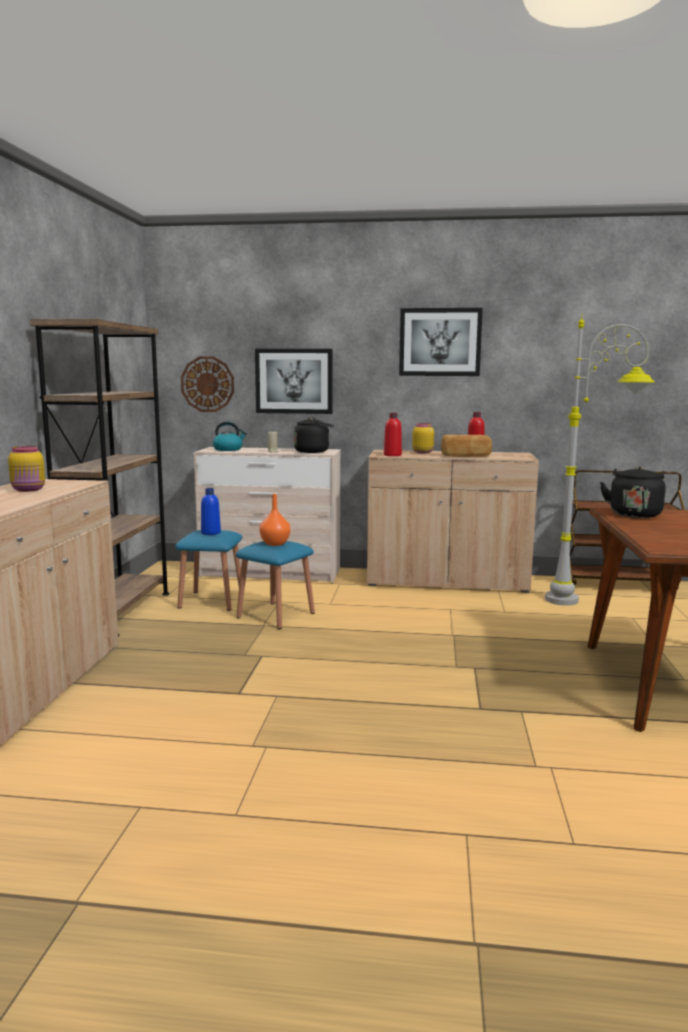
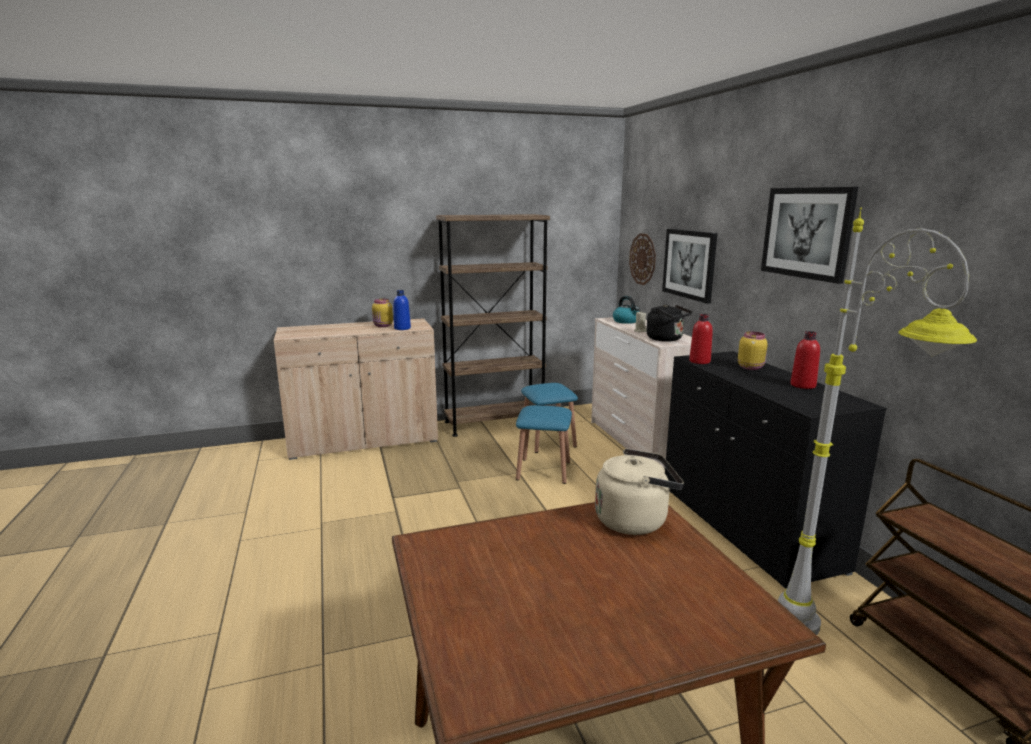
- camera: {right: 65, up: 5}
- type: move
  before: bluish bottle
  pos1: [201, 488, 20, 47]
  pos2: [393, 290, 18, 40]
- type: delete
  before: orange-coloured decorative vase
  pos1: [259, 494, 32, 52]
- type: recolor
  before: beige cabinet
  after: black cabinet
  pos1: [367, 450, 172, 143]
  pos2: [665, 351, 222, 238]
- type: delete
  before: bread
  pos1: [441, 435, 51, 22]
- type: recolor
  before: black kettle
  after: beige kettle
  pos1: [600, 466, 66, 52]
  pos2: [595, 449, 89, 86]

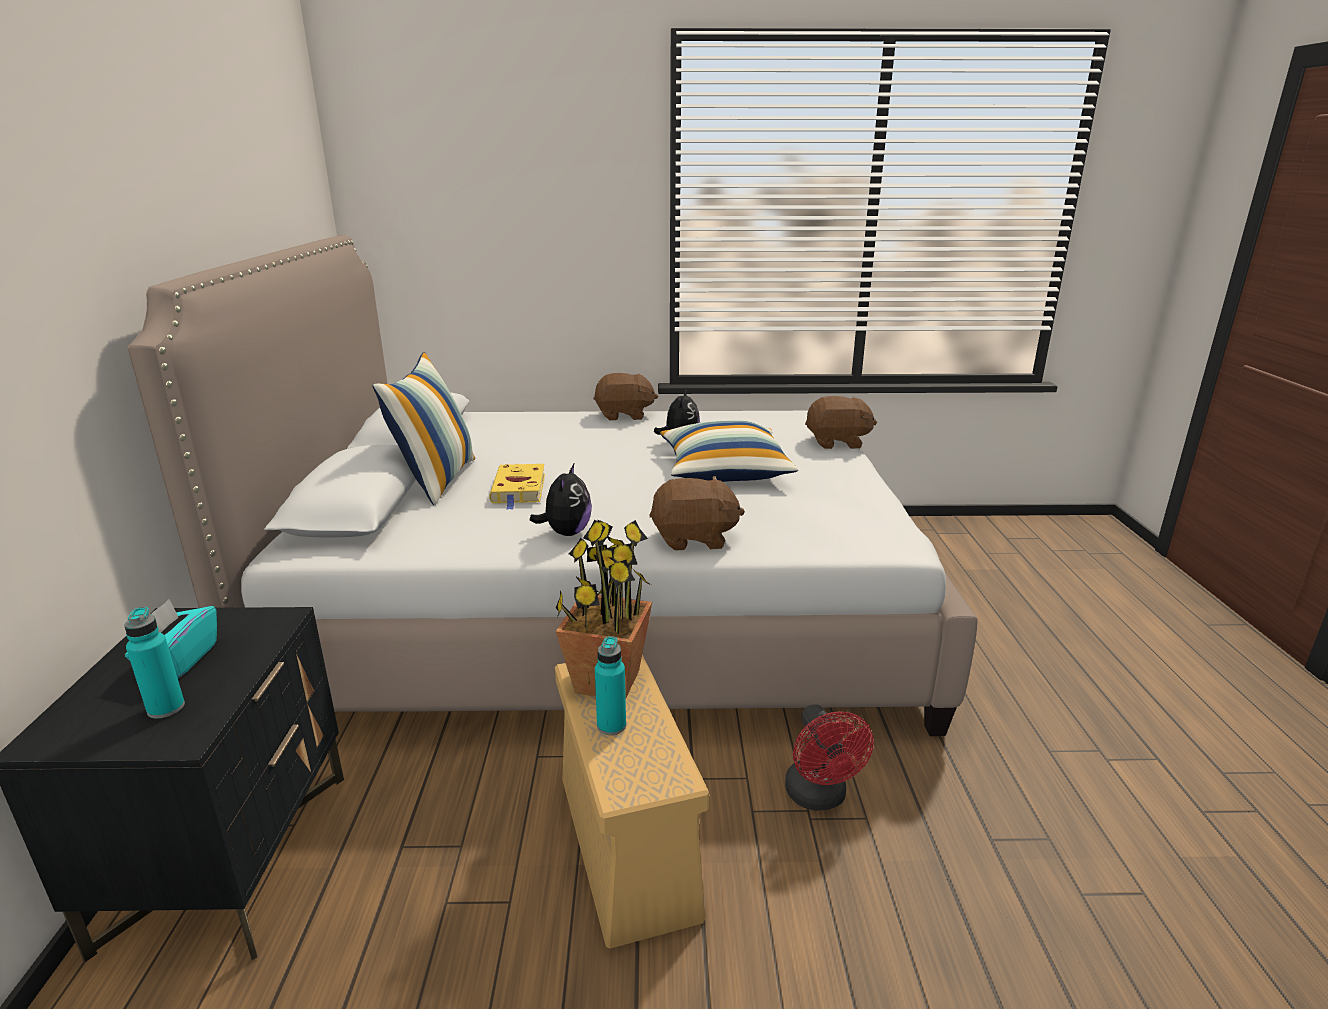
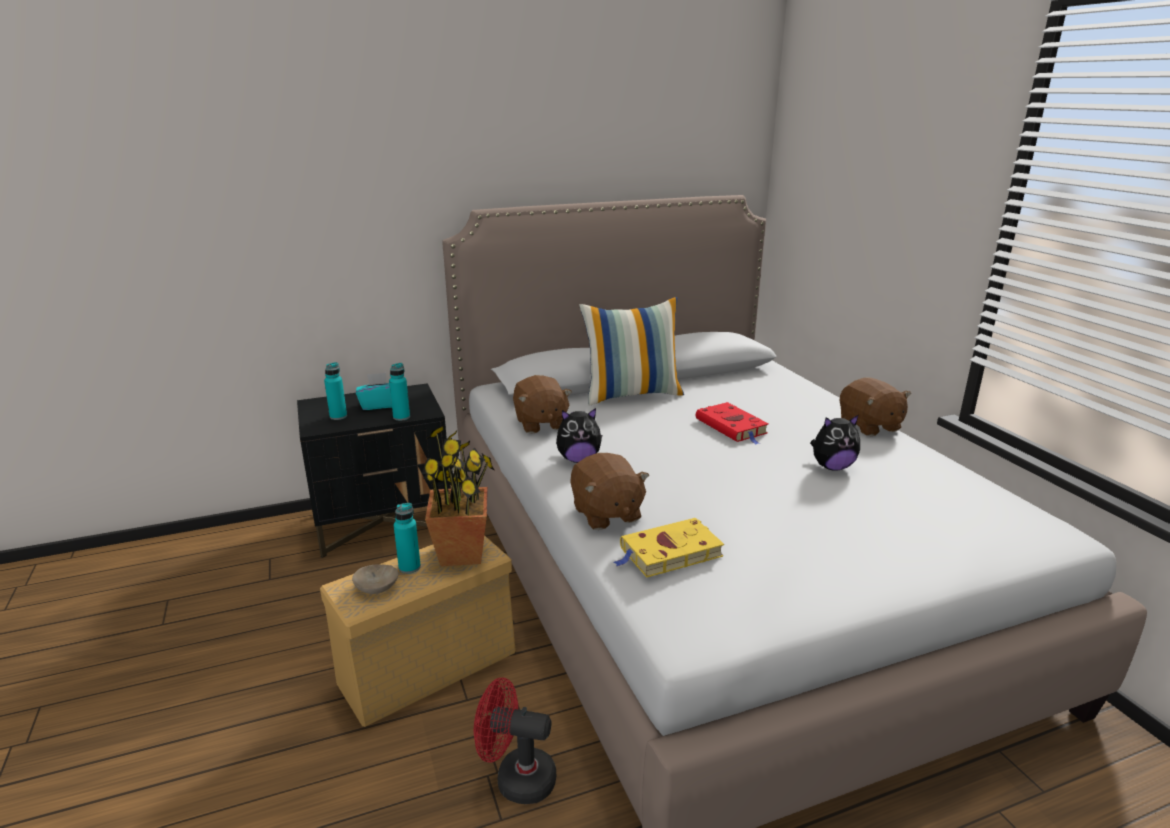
- camera: {right: 70, up: 0}
- type: move
  before: yellow bound book
  pos1: [489, 464, 56, 46]
  pos2: [613, 518, 111, 60]
- type: delete
  before: throw pillow
  pos1: [660, 420, 138, 62]
- type: rotate
  before: red fan
  pos1: [785, 704, 89, 107]
  pos2: [474, 678, 83, 126]
  turn: 45
- type: move
  before: brown-coloured plush toy
  pos1: [805, 396, 72, 53]
  pos2: [513, 375, 59, 59]
- type: insert
  after: beige bowl
  pos2: [352, 564, 46, 30]
- type: insert
  after: blue-green bottle
  pos2: [389, 363, 21, 58]
- type: insert
  after: red bound book
  pos2: [696, 402, 73, 43]

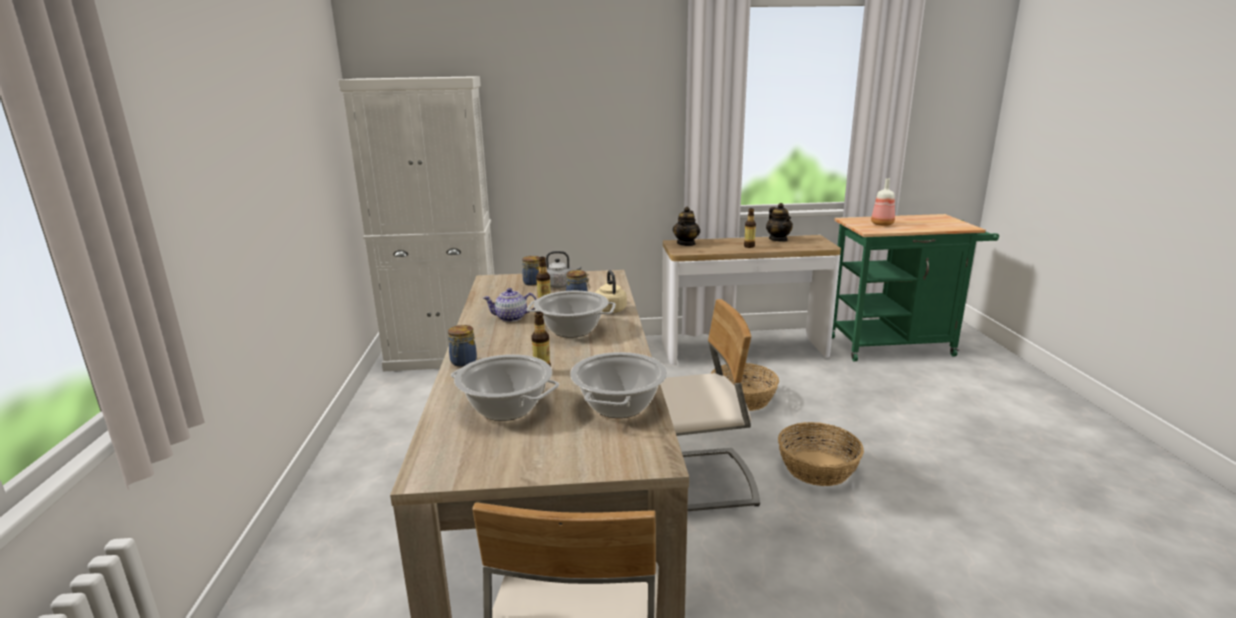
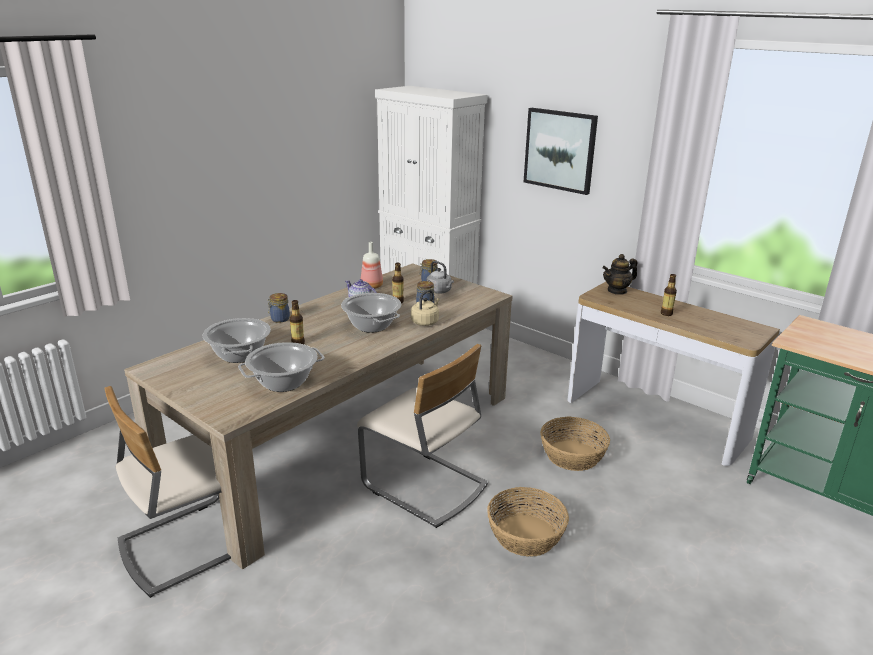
- camera: {right: 45, up: 5}
- type: delete
  before: pot for tea
  pos1: [766, 203, 27, 39]
- type: move
  before: bottle
  pos1: [871, 178, 24, 48]
  pos2: [361, 242, 22, 47]
- type: insert
  after: picture
  pos2: [524, 108, 74, 87]

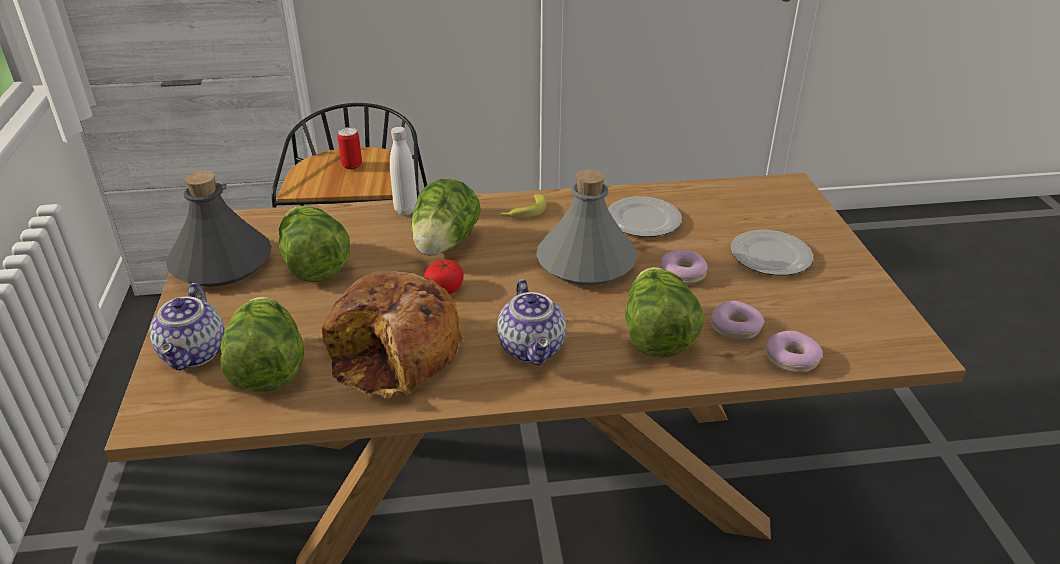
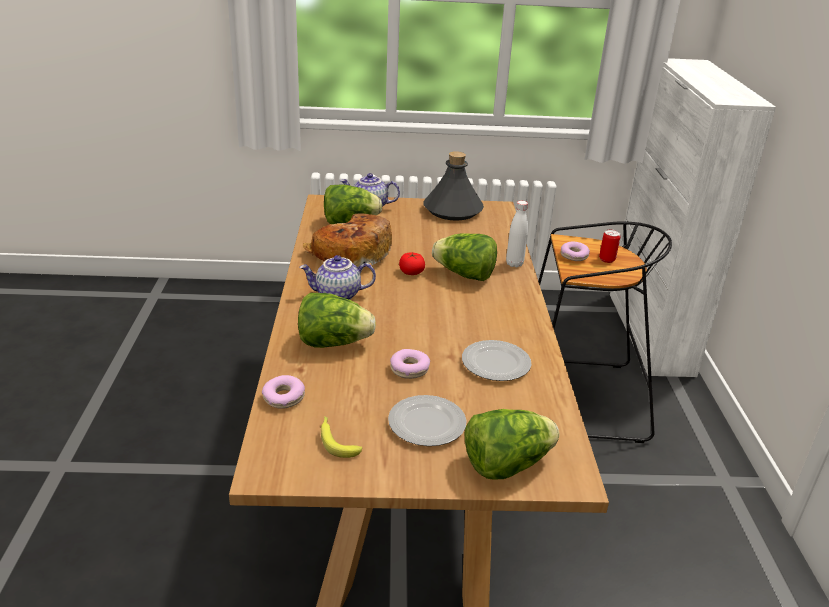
- camera: {right: 95, up: -5}
- type: move
  before: lettuce head
  pos1: [279, 206, 71, 76]
  pos2: [465, 409, 94, 70]
- type: move
  before: banana fruit
  pos1: [499, 194, 47, 24]
  pos2: [321, 416, 41, 42]
- type: delete
  before: greyish bottle
  pos1: [536, 169, 101, 116]
- type: move
  before: doughnut
  pos1: [711, 301, 53, 39]
  pos2: [560, 241, 30, 20]

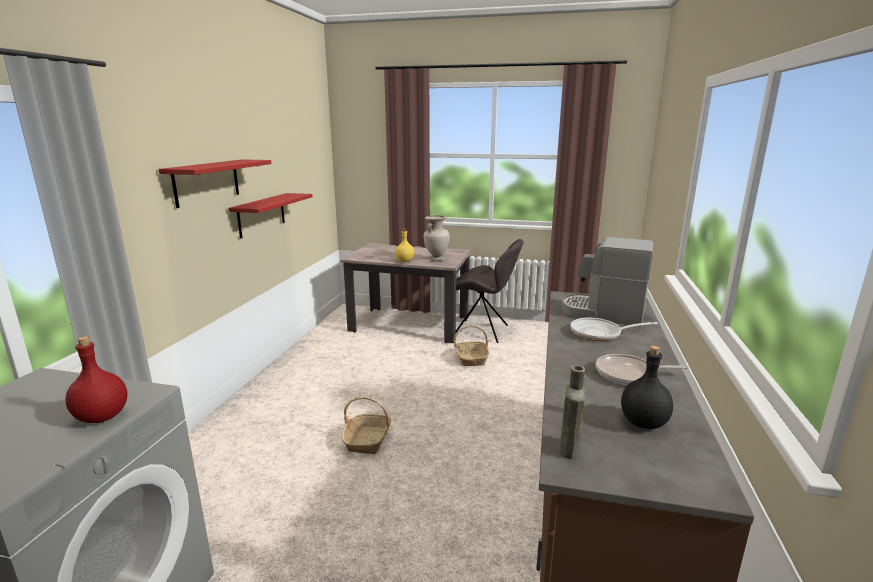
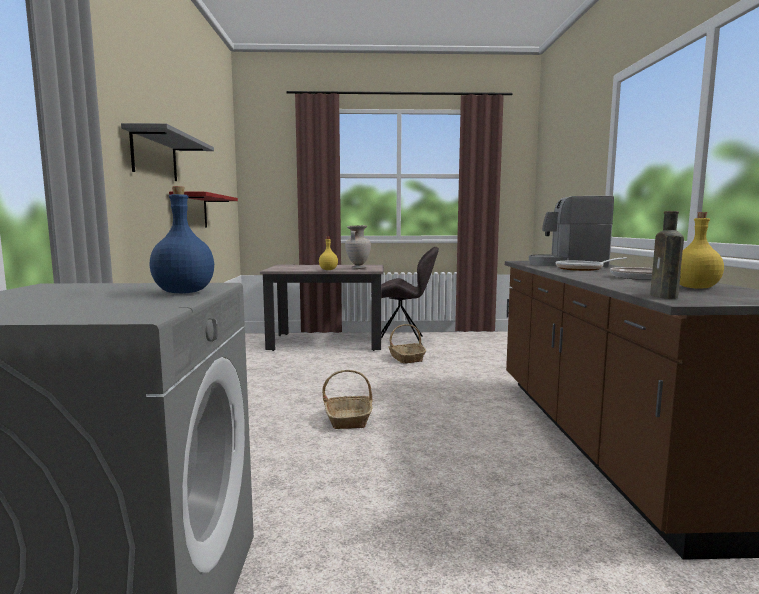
- camera: {right: -15, up: -10}
- type: recolor
  before: red bottle
  after: bluish bottle
  pos1: [66, 336, 61, 87]
  pos2: [149, 186, 65, 107]
- type: recolor
  before: red wall shelf
  after: greyish wall shelf
  pos1: [158, 159, 114, 49]
  pos2: [121, 123, 93, 58]
- type: recolor
  before: black bottle
  after: yellow bottle
  pos1: [621, 346, 52, 83]
  pos2: [680, 212, 44, 77]

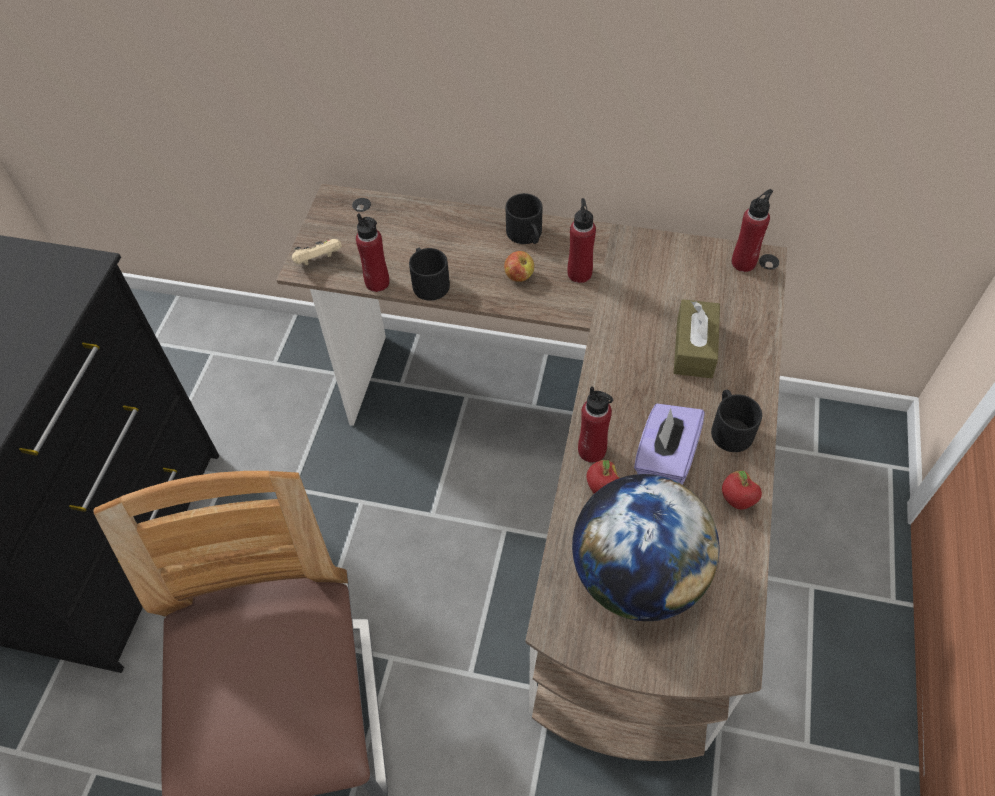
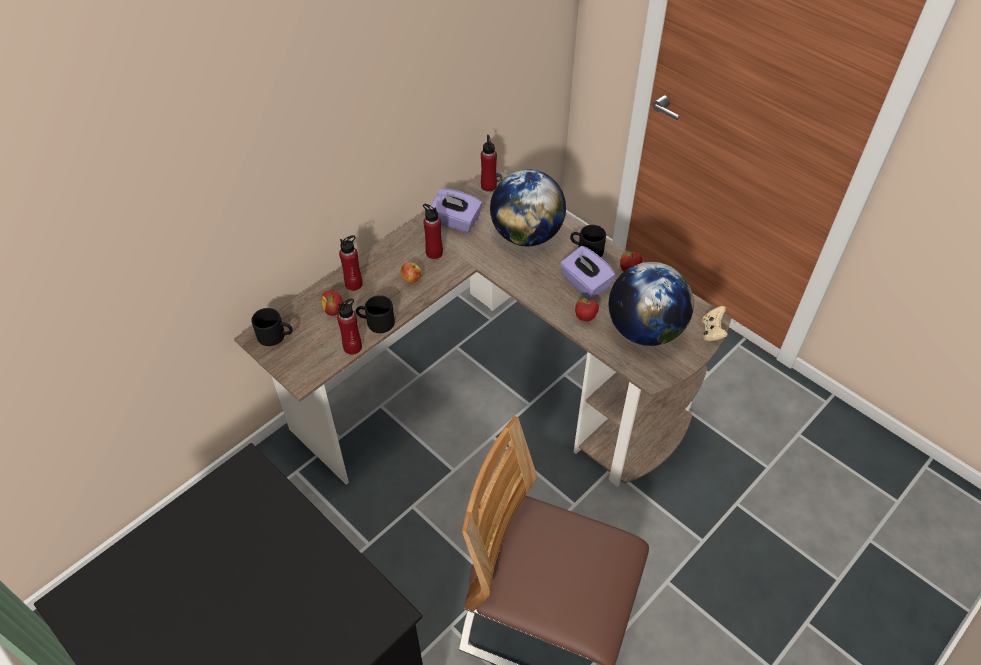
- camera: {right: -60, up: -5}
- type: move
  before: beige joypad
  pos1: [292, 239, 50, 26]
  pos2: [702, 306, 26, 35]
- type: move
  before: black tea mug
  pos1: [506, 193, 36, 51]
  pos2: [251, 308, 42, 38]
- type: move
  before: red bottle
  pos1: [578, 386, 35, 77]
  pos2: [339, 235, 24, 56]
- type: replace
  before: brown-coloured tissue holder
  after: world globe
  pos1: [674, 299, 46, 79]
  pos2: [490, 170, 76, 76]
- type: insert
  after: whole apple
  pos2: [321, 290, 22, 26]
- type: insert
  after: purple-coloured tissue holder
  pos2: [430, 189, 52, 44]

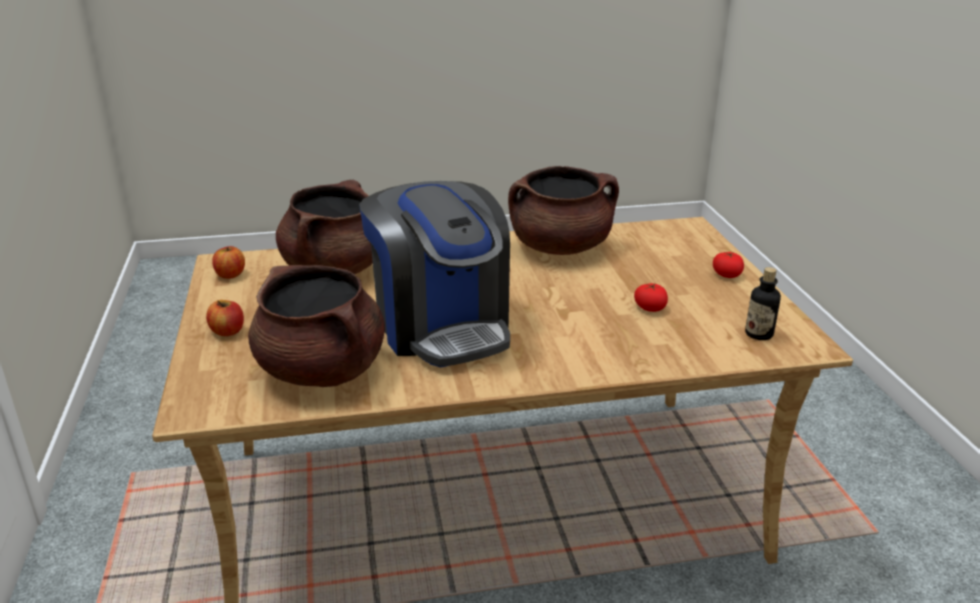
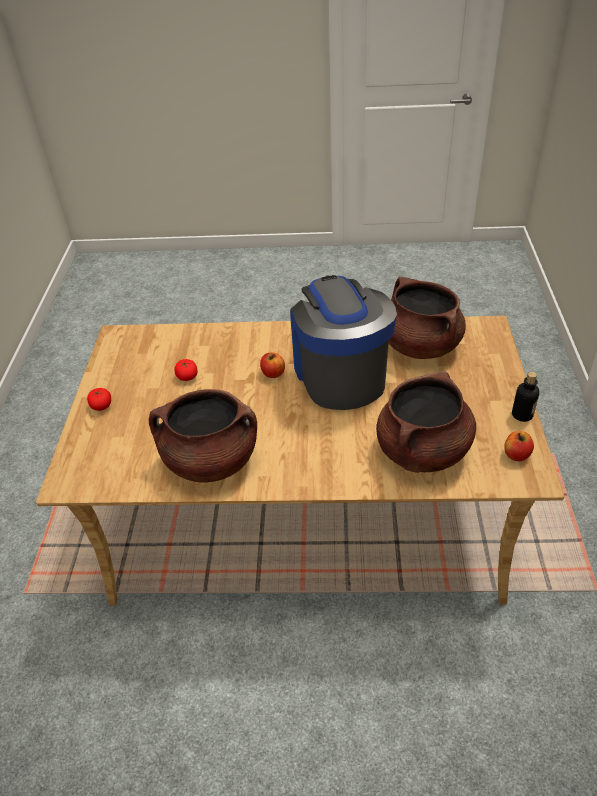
- camera: {right: -165, up: 15}
- type: move
  before: whole apple
  pos1: [206, 300, 38, 36]
  pos2: [260, 352, 25, 26]
- type: move
  before: bottle
  pos1: [745, 267, 36, 73]
  pos2: [512, 372, 27, 50]

